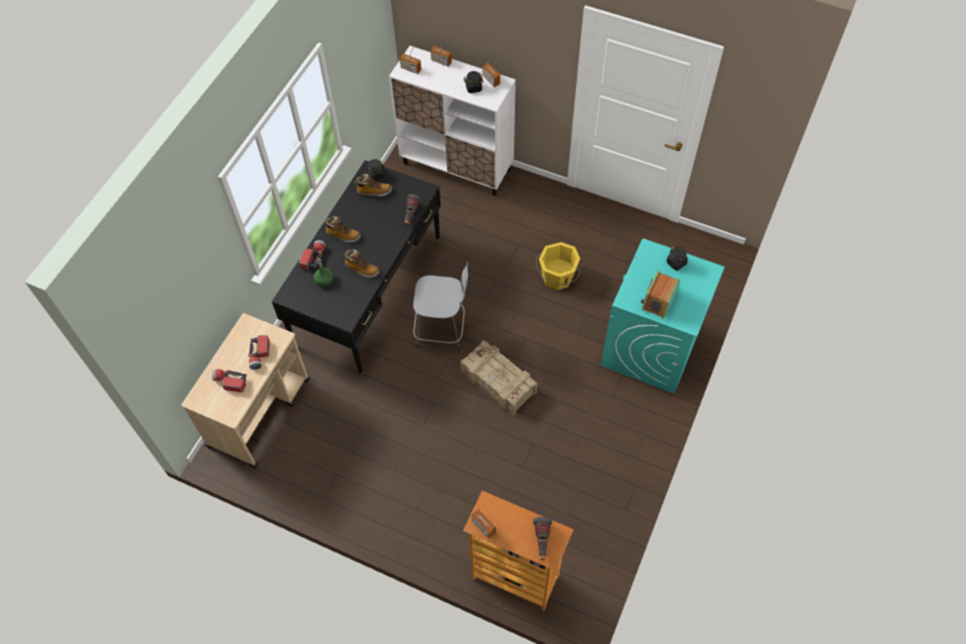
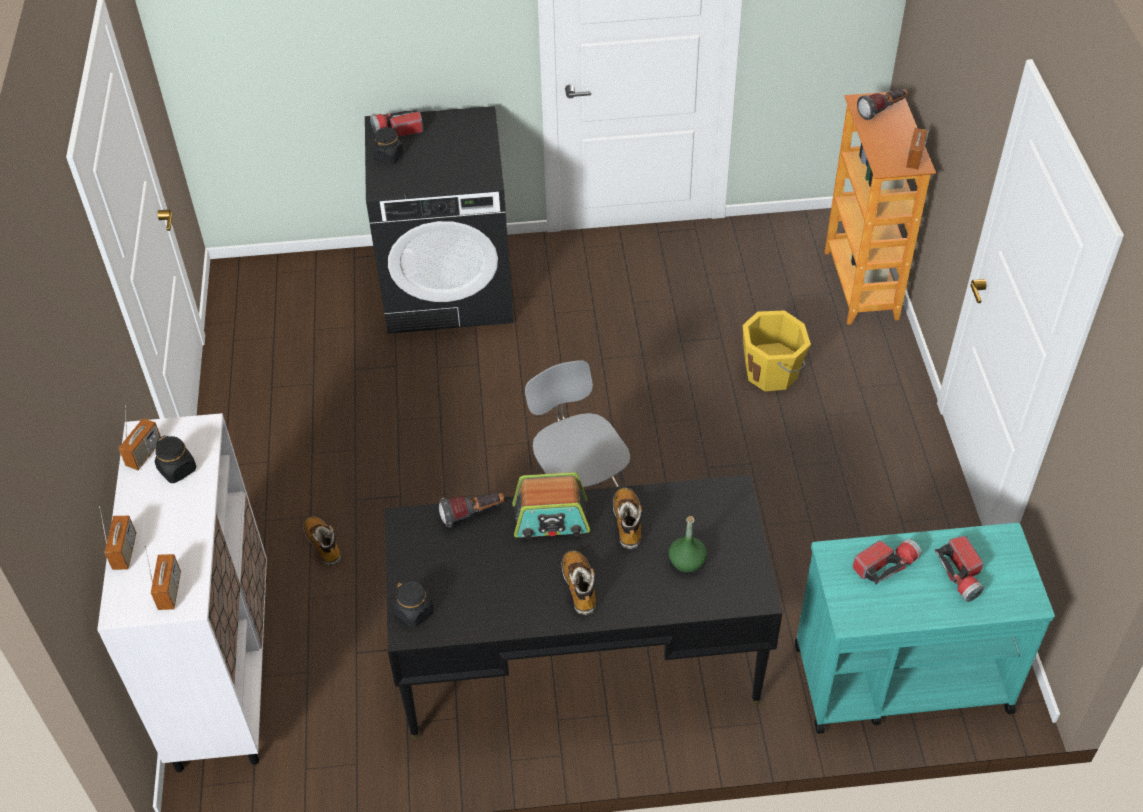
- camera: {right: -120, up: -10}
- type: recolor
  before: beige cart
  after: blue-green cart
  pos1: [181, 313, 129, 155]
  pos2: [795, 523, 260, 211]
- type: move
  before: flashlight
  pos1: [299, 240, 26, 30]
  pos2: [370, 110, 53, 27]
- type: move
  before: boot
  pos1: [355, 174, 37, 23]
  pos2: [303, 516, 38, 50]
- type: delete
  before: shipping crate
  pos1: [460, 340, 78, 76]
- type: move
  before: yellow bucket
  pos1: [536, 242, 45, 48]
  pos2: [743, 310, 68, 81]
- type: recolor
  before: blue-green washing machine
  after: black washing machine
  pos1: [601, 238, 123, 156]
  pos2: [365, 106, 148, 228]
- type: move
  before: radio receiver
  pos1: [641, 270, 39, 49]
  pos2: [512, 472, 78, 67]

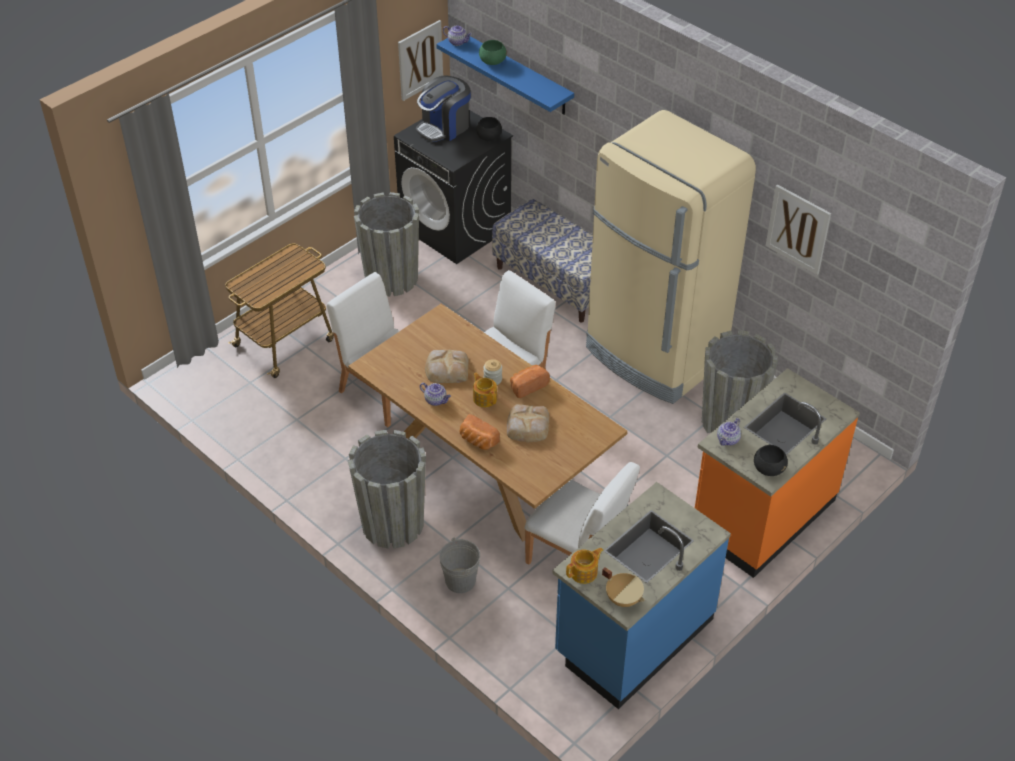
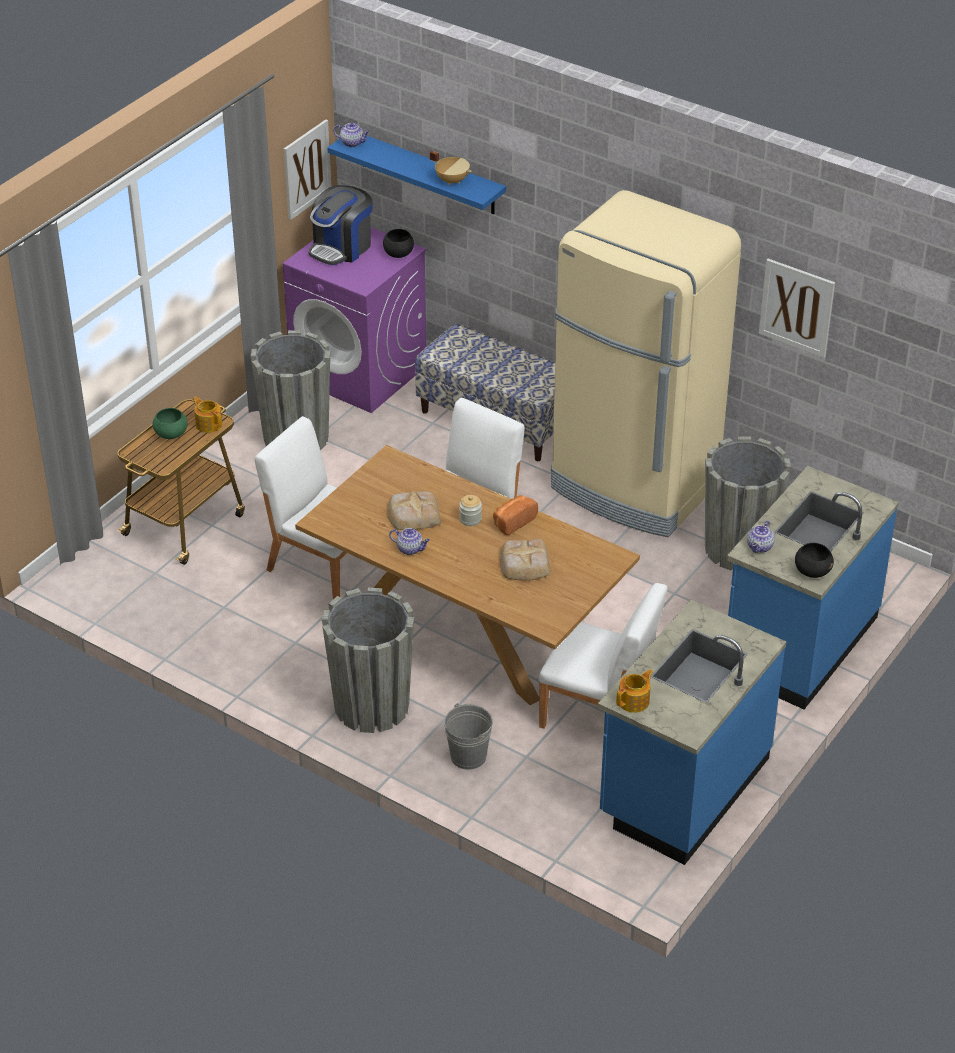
- camera: {right: -10, up: -5}
- type: recolor
  before: black washing machine
  after: purple-coloured washing machine
  pos1: [394, 110, 119, 154]
  pos2: [283, 227, 144, 186]
- type: delete
  before: bread
  pos1: [460, 414, 40, 36]
- type: move
  before: pot for tea
  pos1: [473, 373, 24, 34]
  pos2: [193, 397, 29, 36]
- type: move
  before: green-coloured bowl
  pos1: [479, 40, 28, 25]
  pos2: [153, 408, 35, 31]
- type: move
  before: beige stockpot
  pos1: [602, 567, 43, 40]
  pos2: [430, 151, 42, 34]
- type: recolor
  before: orange-coloured counter
  after: bluish counter
  pos1: [695, 368, 165, 210]
  pos2: [727, 466, 172, 243]

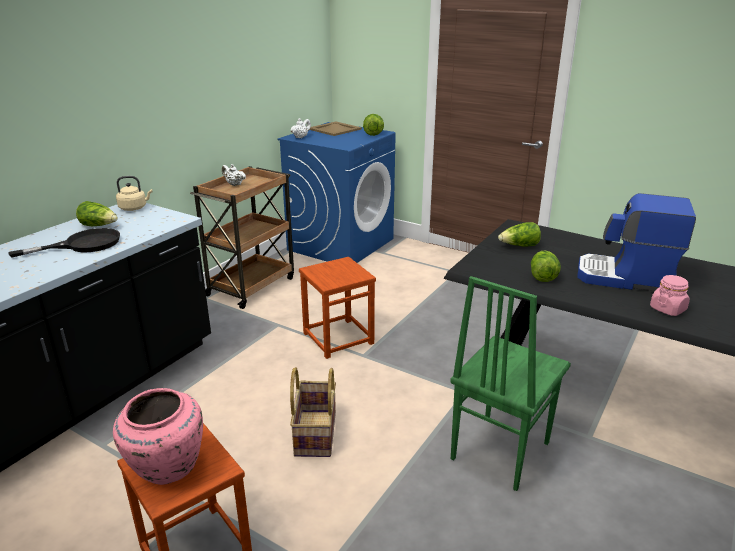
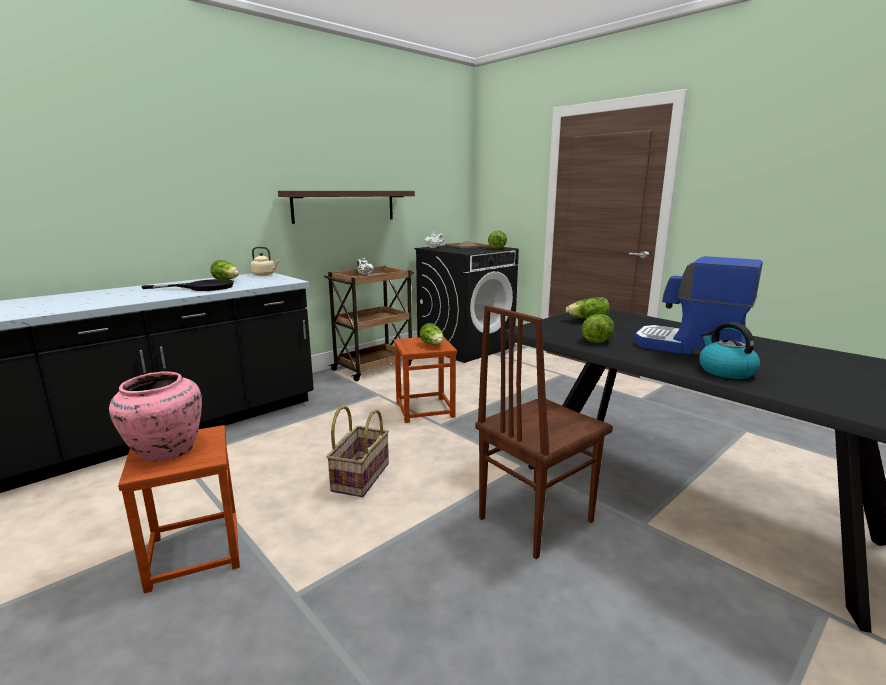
- camera: {right: 15, up: -10}
- type: recolor
  before: bluish washing machine
  after: black washing machine
  pos1: [277, 122, 119, 141]
  pos2: [414, 245, 105, 118]
- type: recolor
  before: green-coloured upright chair
  after: brown-coloured upright chair
  pos1: [450, 276, 121, 215]
  pos2: [475, 305, 138, 254]
- type: replace
  before: pink-coloured storage jar
  after: kettle
  pos1: [650, 275, 40, 41]
  pos2: [699, 322, 61, 57]
- type: insert
  after: wall shelf
  pos2: [278, 191, 137, 33]
- type: insert
  after: lettuce head
  pos2: [420, 323, 24, 21]

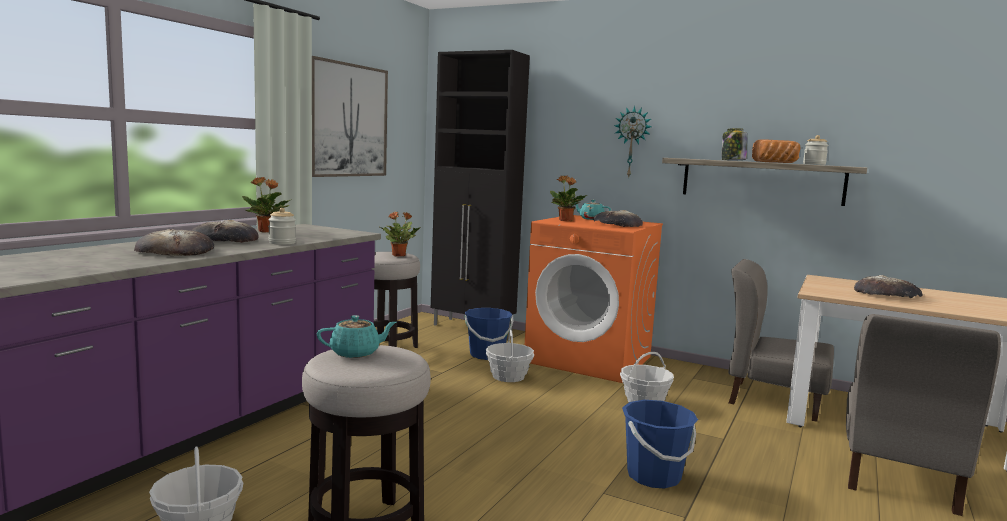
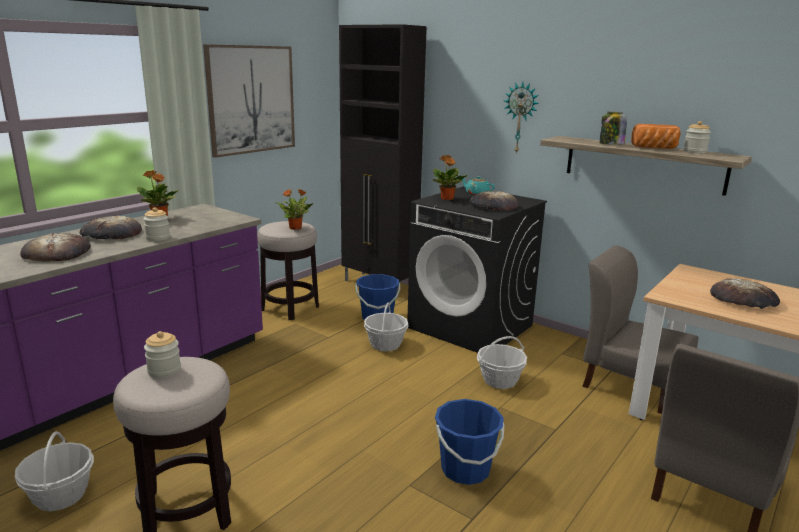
- camera: {right: 10, up: 10}
- type: replace
  before: blue-green pot for tea
  after: storage jar
  pos1: [317, 315, 79, 43]
  pos2: [144, 331, 37, 47]
- type: recolor
  before: orange-coloured washing machine
  after: black washing machine
  pos1: [525, 215, 138, 168]
  pos2: [407, 186, 140, 167]

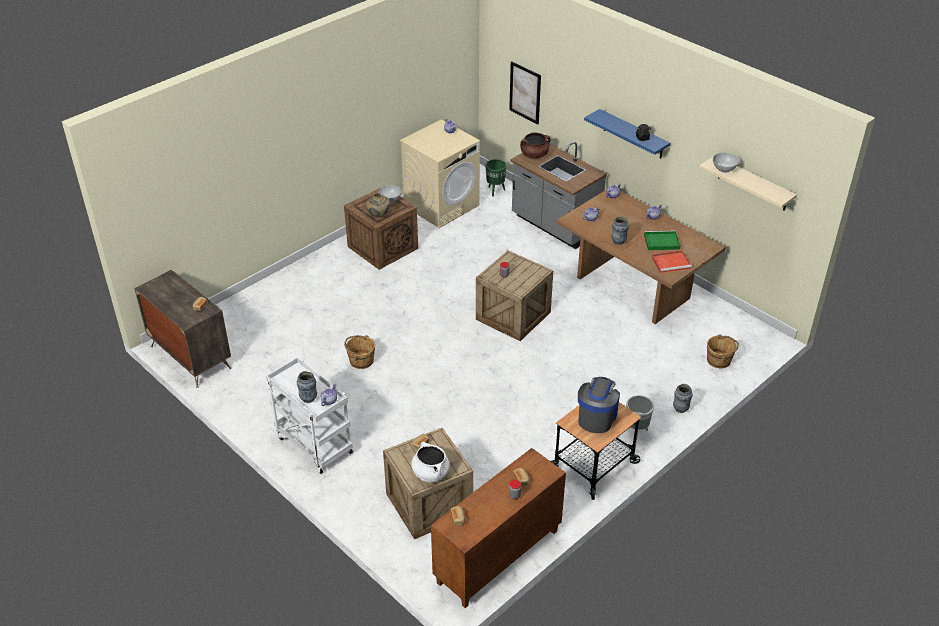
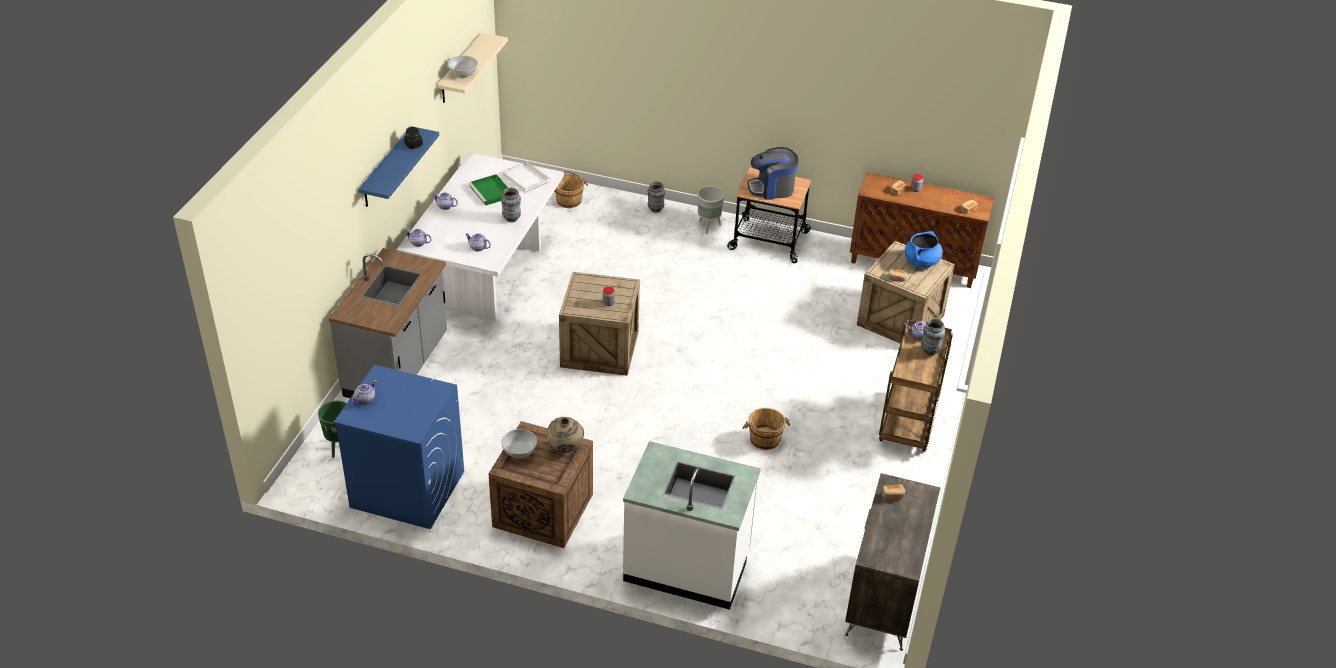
- camera: {right: -120, up: 0}
- type: recolor
  before: whitish cart
  after: brown-coloured cart
  pos1: [266, 357, 87, 117]
  pos2: [879, 320, 74, 132]
- type: recolor
  before: beige washing machine
  after: bluish washing machine
  pos1: [400, 119, 80, 109]
  pos2: [334, 365, 130, 164]
- type: recolor
  before: whitish stockpot
  after: bluish stockpot
  pos1: [411, 442, 39, 40]
  pos2: [905, 231, 38, 37]
- type: delete
  before: picture
  pos1: [509, 61, 32, 63]
- type: delete
  before: brown-coloured stockpot
  pos1: [520, 132, 30, 27]
- type: recolor
  before: brown-coloured dining table
  after: whitish dining table
  pos1: [556, 190, 170, 134]
  pos2: [397, 153, 167, 168]
- type: recolor
  before: red carrying tray
  after: whitish carrying tray
  pos1: [651, 250, 41, 23]
  pos2: [503, 162, 47, 31]
- type: insert
  after: whitish counter
  pos2: [623, 441, 138, 169]

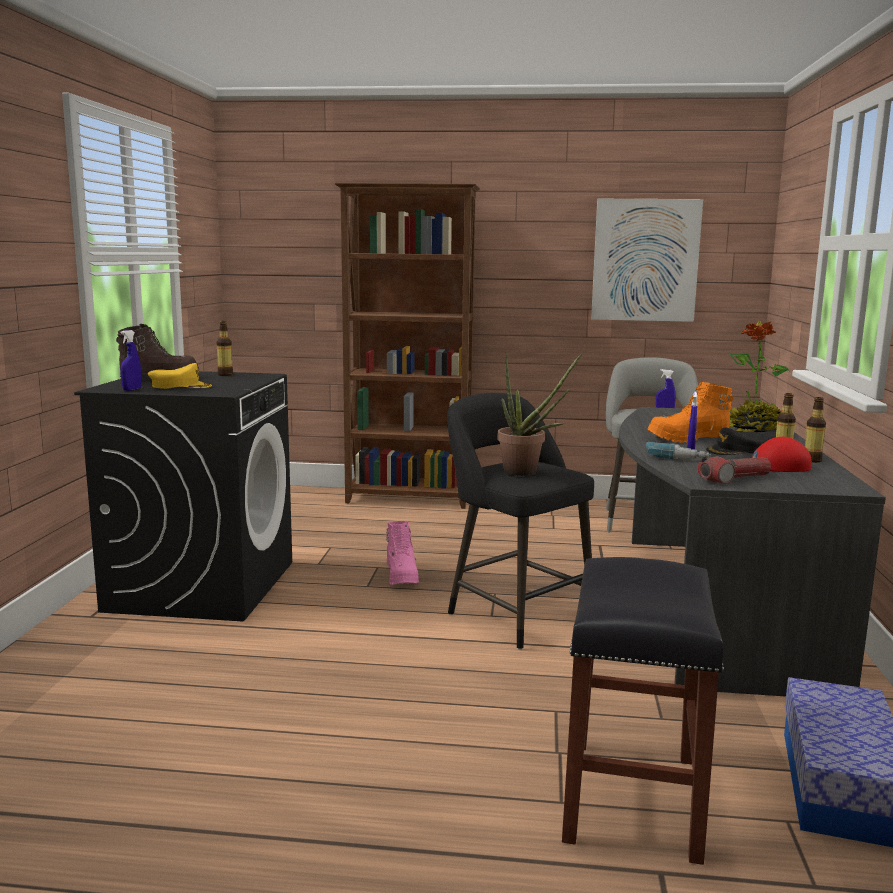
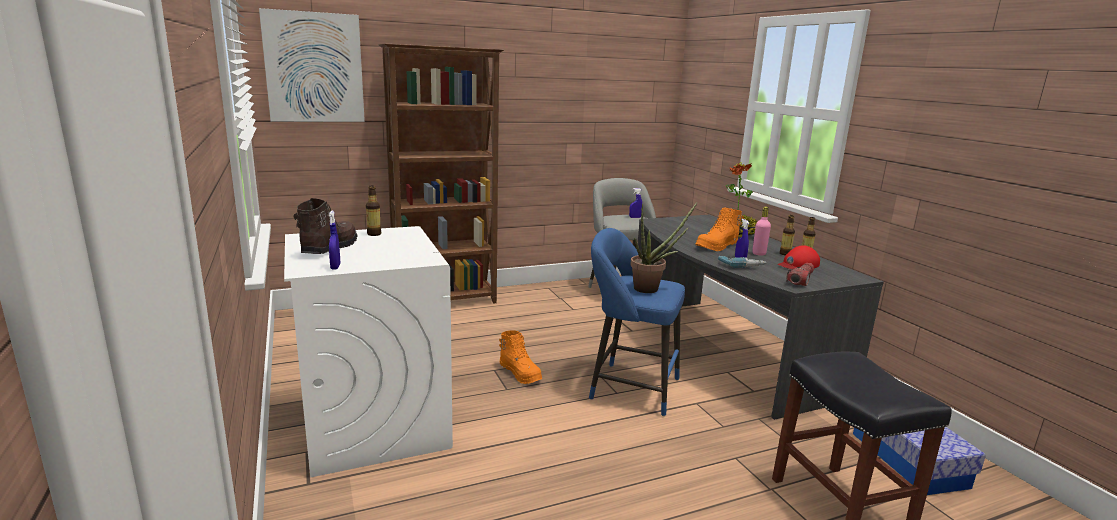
- camera: {right: -30, up: 5}
- type: recolor
  before: black washing machine
  after: whitish washing machine
  pos1: [74, 371, 218, 250]
  pos2: [284, 226, 169, 252]
- type: delete
  before: yellow cap
  pos1: [148, 363, 64, 26]
- type: recolor
  before: pink-coloured boot
  after: orange-coloured boot
  pos1: [386, 521, 33, 64]
  pos2: [499, 330, 43, 54]
- type: recolor
  before: black stool seat
  after: bluish stool seat
  pos1: [447, 393, 147, 257]
  pos2: [589, 228, 96, 188]
- type: move
  before: picture
  pos1: [591, 199, 112, 123]
  pos2: [259, 8, 106, 114]
- type: replace
  before: black cap
  after: pink-coloured bottle
  pos1: [706, 427, 63, 28]
  pos2: [752, 206, 19, 49]

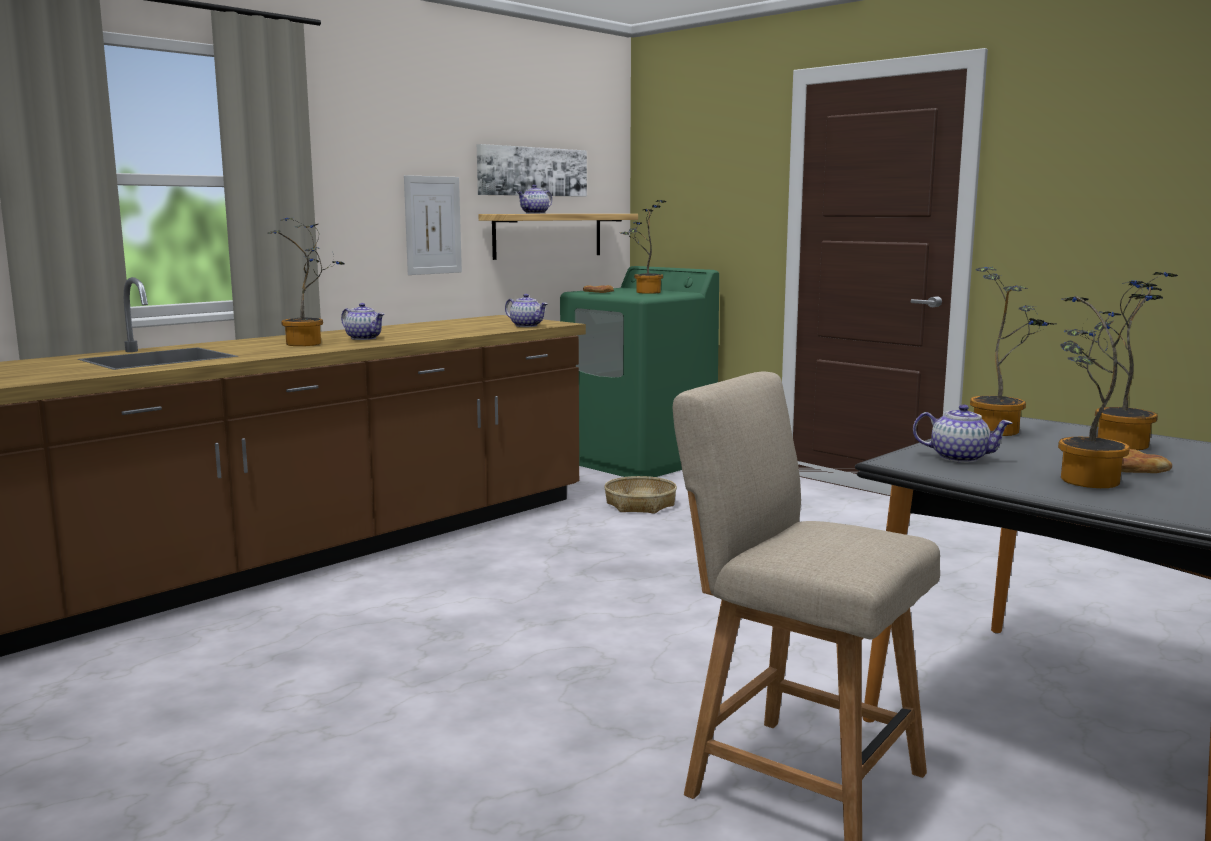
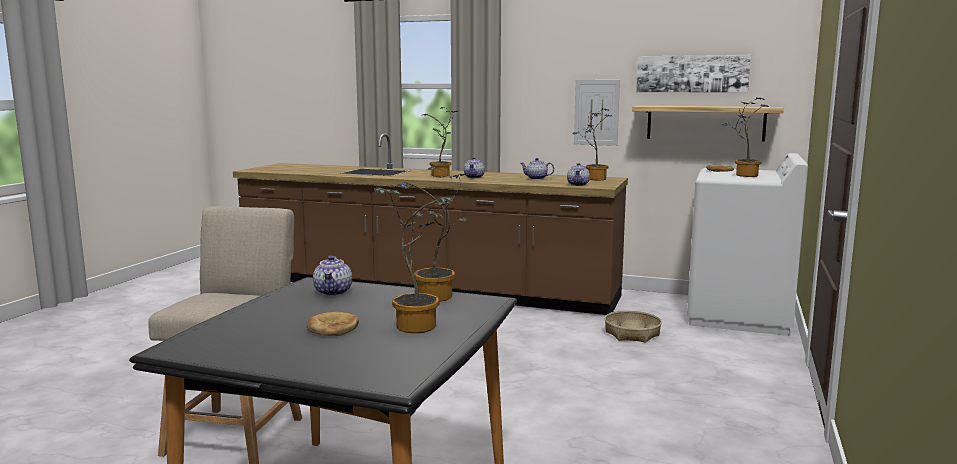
- camera: {right: 65, up: 0}
- type: move
  before: pot for tea
  pos1: [517, 185, 35, 29]
  pos2: [520, 158, 34, 22]
- type: recolor
  before: green-coloured washing machine
  after: whitish washing machine
  pos1: [560, 266, 159, 211]
  pos2: [687, 153, 121, 183]
- type: move
  before: houseplant
  pos1: [1058, 280, 105, 208]
  pos2: [573, 109, 38, 71]

